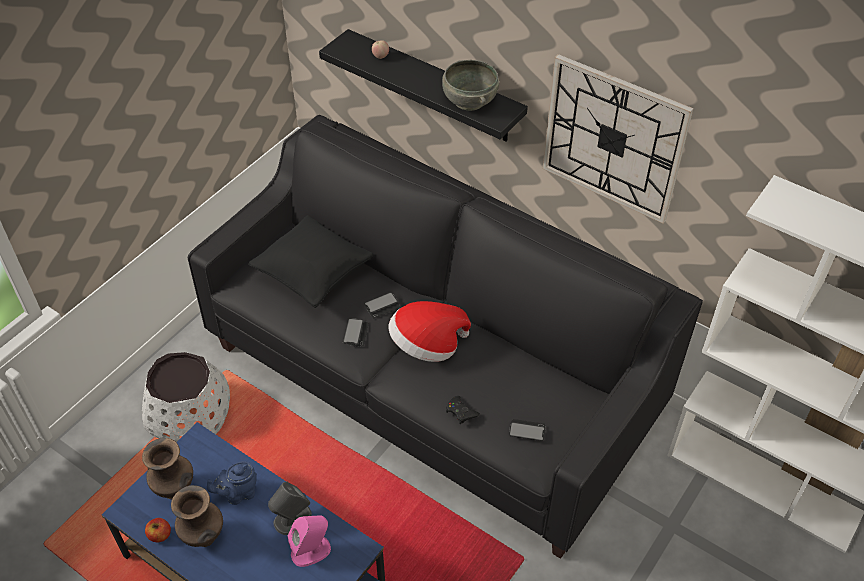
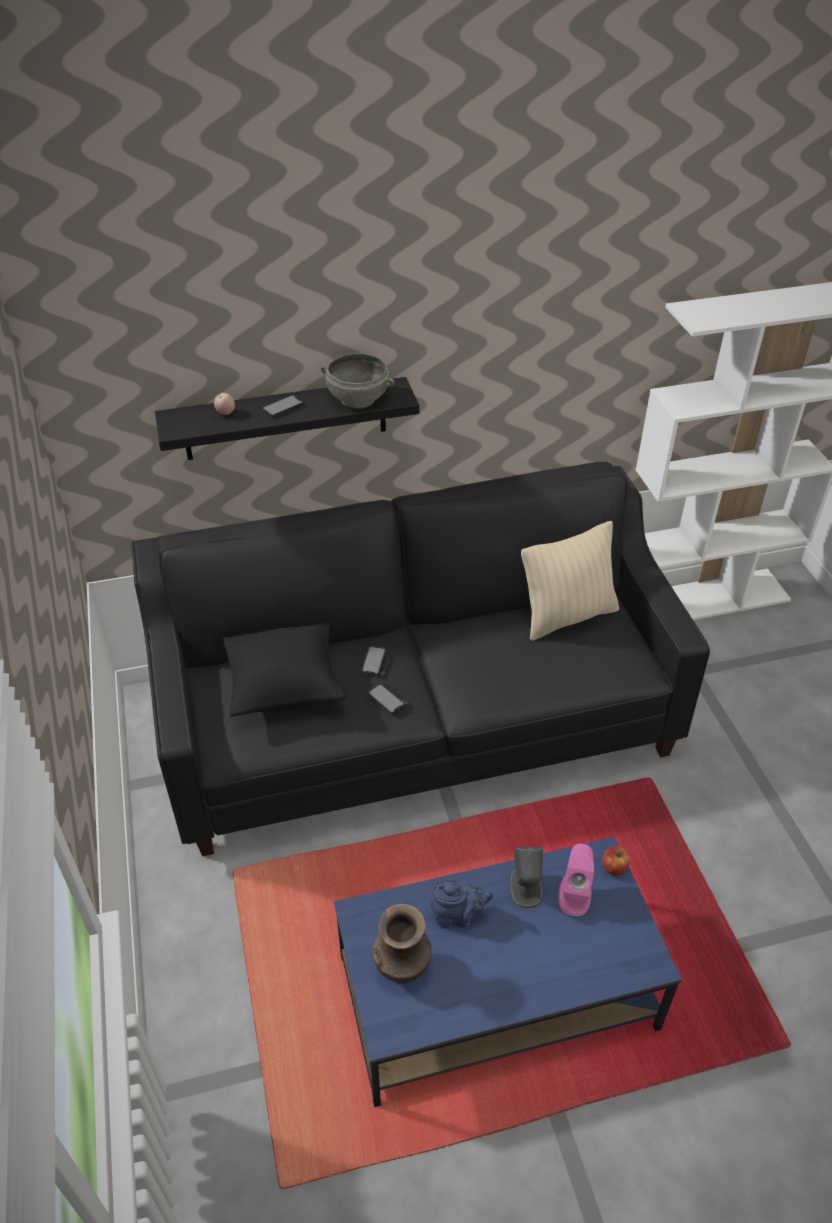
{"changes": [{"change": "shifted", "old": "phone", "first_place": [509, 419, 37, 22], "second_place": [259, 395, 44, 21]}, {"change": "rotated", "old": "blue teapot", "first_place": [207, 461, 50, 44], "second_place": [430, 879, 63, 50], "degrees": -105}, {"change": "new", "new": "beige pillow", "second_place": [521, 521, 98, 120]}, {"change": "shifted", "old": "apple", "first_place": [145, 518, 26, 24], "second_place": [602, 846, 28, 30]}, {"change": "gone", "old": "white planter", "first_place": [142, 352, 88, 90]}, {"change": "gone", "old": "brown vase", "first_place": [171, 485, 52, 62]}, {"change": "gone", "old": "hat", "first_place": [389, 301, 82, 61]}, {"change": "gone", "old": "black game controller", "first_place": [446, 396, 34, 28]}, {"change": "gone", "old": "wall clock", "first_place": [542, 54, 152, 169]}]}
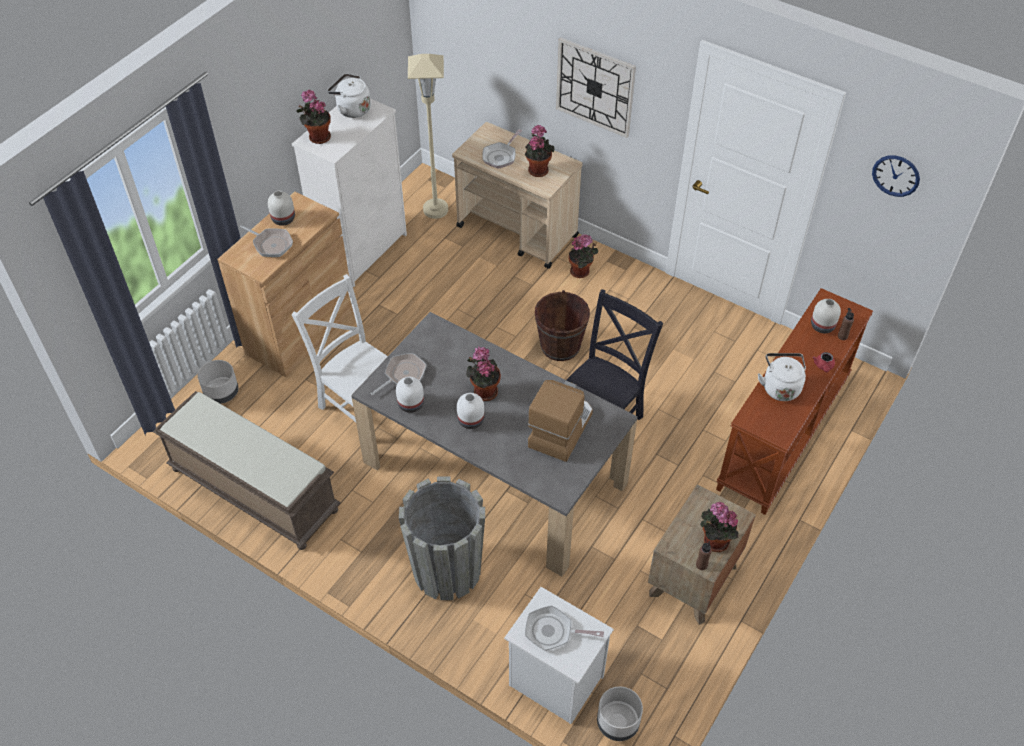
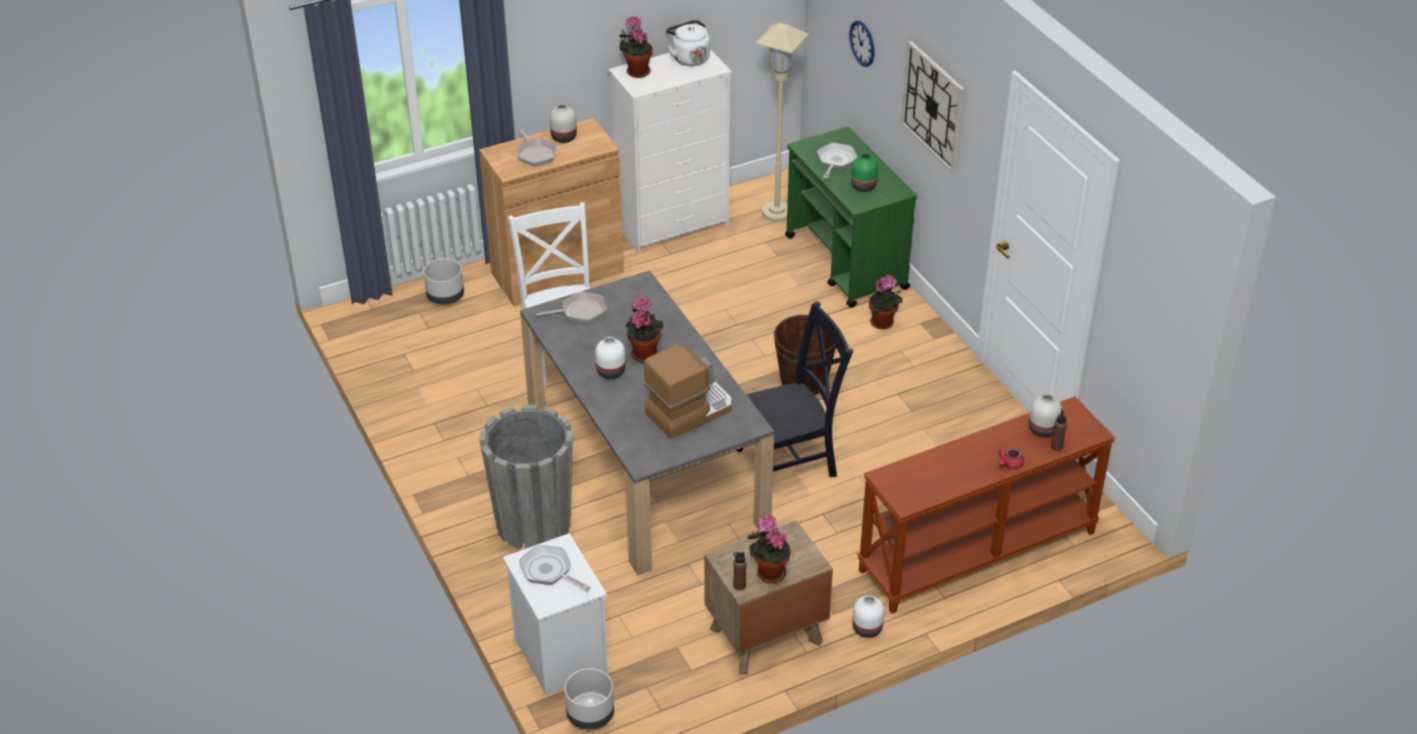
{"changes": [{"change": "repainted", "old": "beige cart", "new": "green cart", "first_place": [452, 122, 131, 147], "second_place": [785, 127, 132, 181]}, {"change": "rotated", "old": "frying pan", "first_place": [482, 129, 40, 40], "second_place": [817, 143, 40, 36], "degrees": 135}, {"change": "shifted", "old": "wall clock", "first_place": [872, 155, 48, 42], "second_place": [849, 21, 25, 46]}, {"change": "swapped", "old": "potted plant", "new": "green vase", "first_place": [525, 125, 30, 52], "second_place": [851, 153, 27, 39]}, {"change": "shifted", "old": "white vase", "first_place": [396, 377, 28, 36], "second_place": [852, 596, 33, 42]}, {"change": "gone", "old": "brown bench", "first_place": [153, 391, 188, 159]}, {"change": "gone", "old": "white kettle", "first_place": [758, 353, 48, 48]}]}
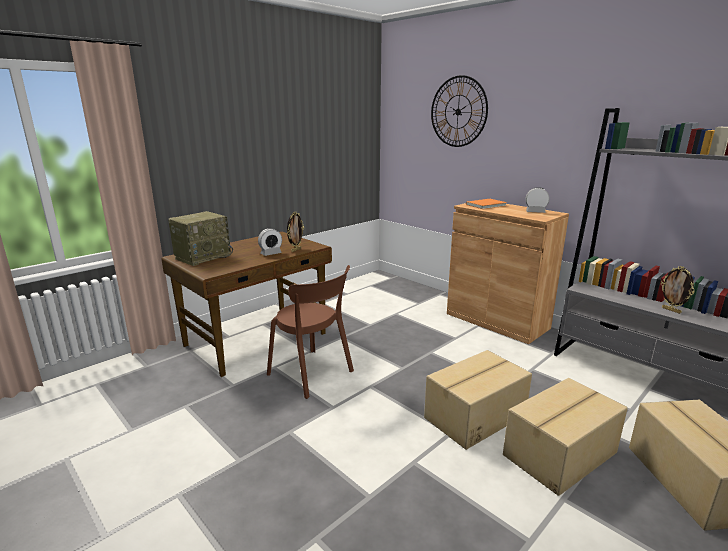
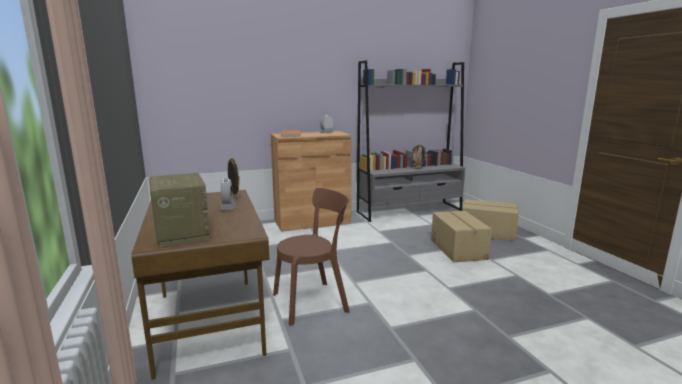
{"changes": [{"change": "gone", "old": "cardboard box", "first_place": [424, 350, 108, 100]}, {"change": "gone", "old": "wall clock", "first_place": [431, 75, 57, 72]}]}
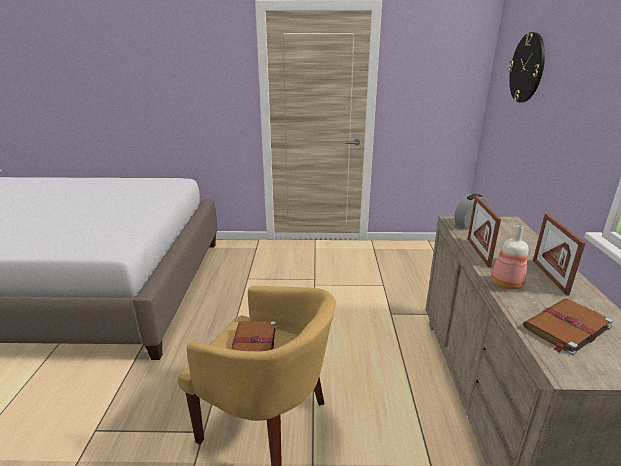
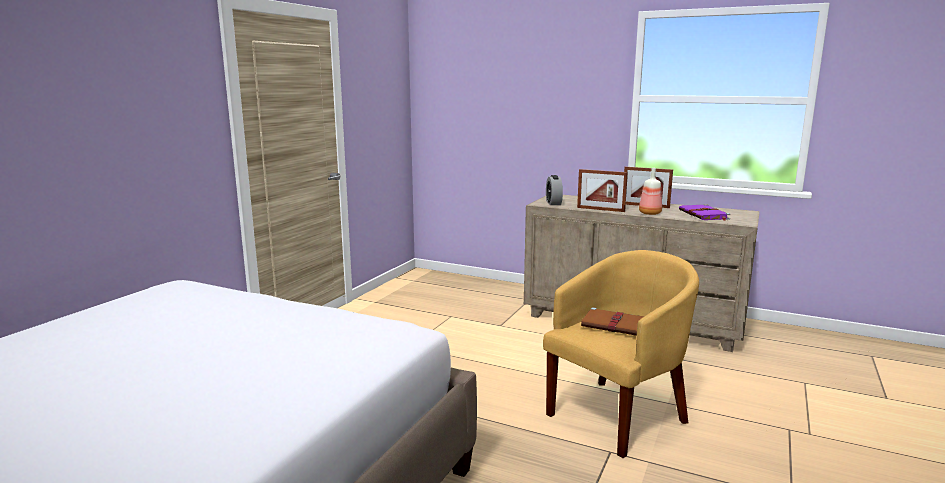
{"changes": [{"change": "repainted", "old": "brown book", "new": "purple book", "first_place": [523, 299, 91, 56], "second_place": [679, 204, 51, 17]}, {"change": "gone", "old": "wall clock", "first_place": [508, 32, 37, 70]}]}
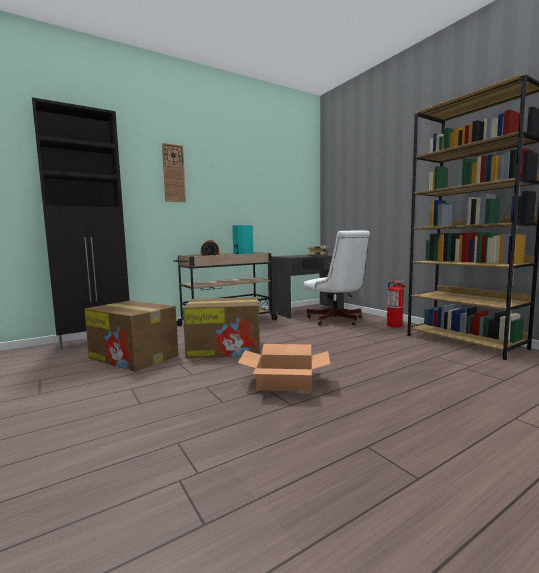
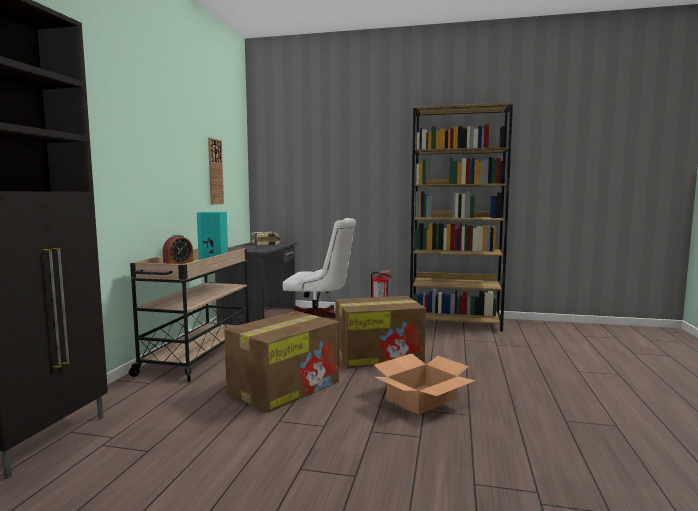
{"changes": [{"change": "shifted", "old": "wall clock", "first_place": [162, 143, 24, 59], "second_place": [208, 138, 16, 67]}, {"change": "shifted", "old": "cardboard box", "first_place": [84, 301, 94, 71], "second_place": [335, 296, 91, 72]}]}
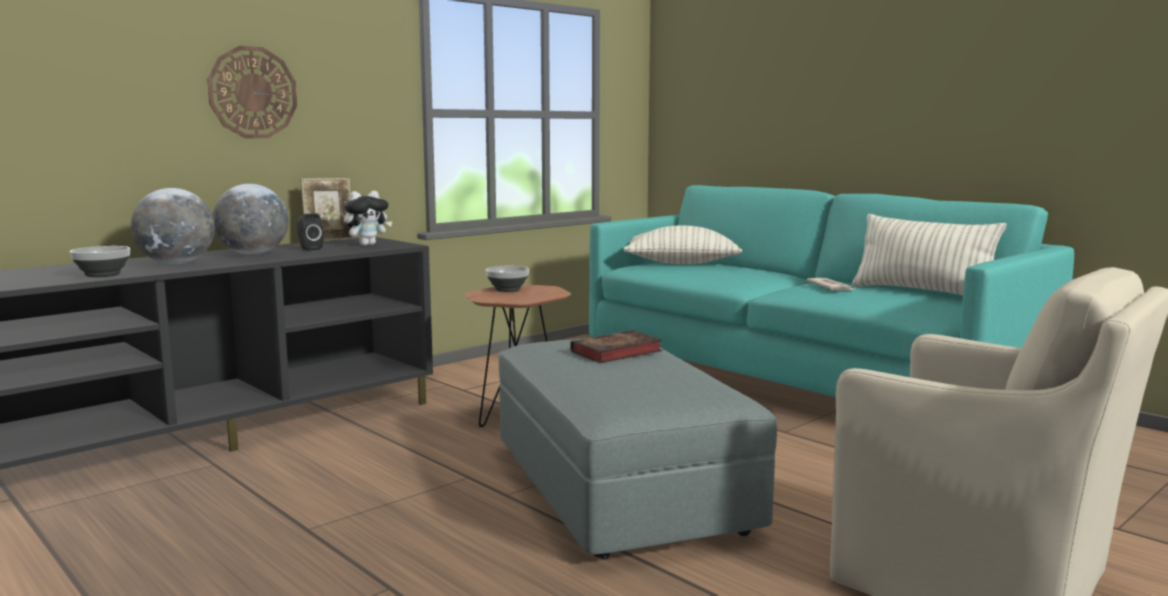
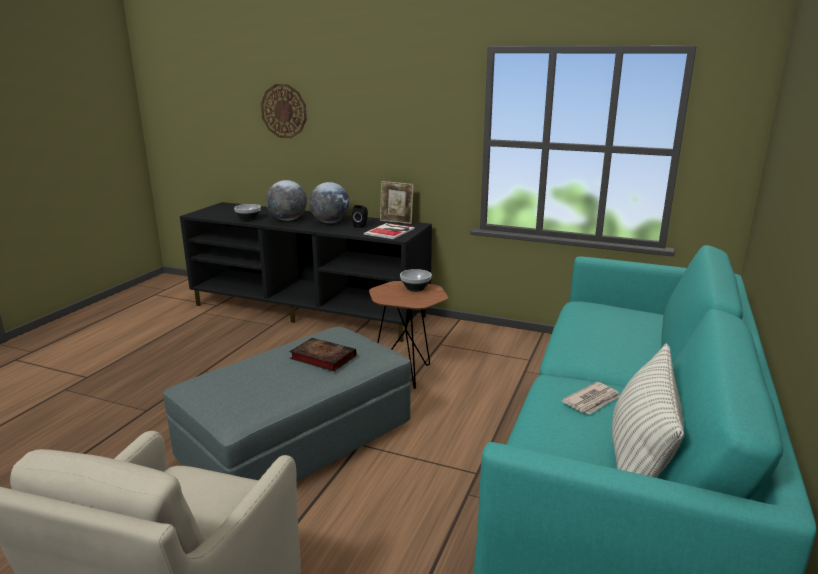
{"changes": [{"change": "shifted", "old": "wall clock", "first_place": [207, 46, 90, 92], "second_place": [261, 84, 46, 54]}, {"change": "swapped", "old": "plush toy", "new": "book", "first_place": [344, 191, 48, 55], "second_place": [363, 223, 52, 16]}, {"change": "gone", "old": "pillow", "first_place": [623, 225, 119, 39]}]}
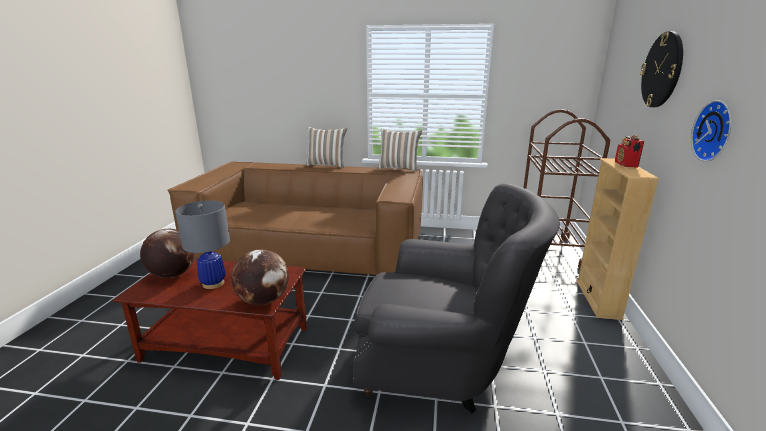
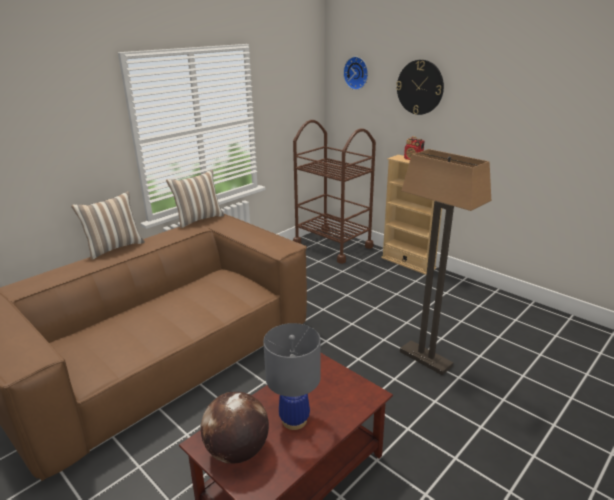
{"changes": [{"change": "shifted", "old": "wall clock", "first_place": [691, 100, 41, 62], "second_place": [343, 56, 25, 34]}, {"change": "swapped", "old": "grey armchair", "new": "floor lamp", "first_place": [353, 184, 207, 230], "second_place": [400, 149, 91, 226]}, {"change": "gone", "old": "globe", "first_place": [232, 249, 57, 56]}]}
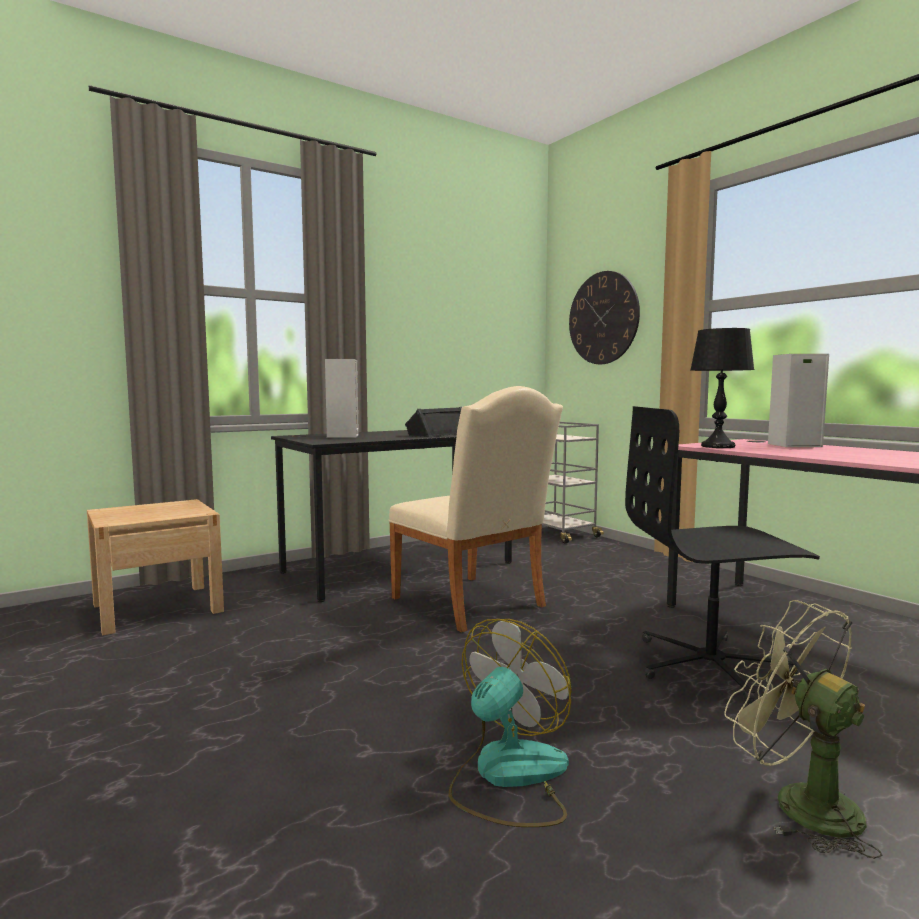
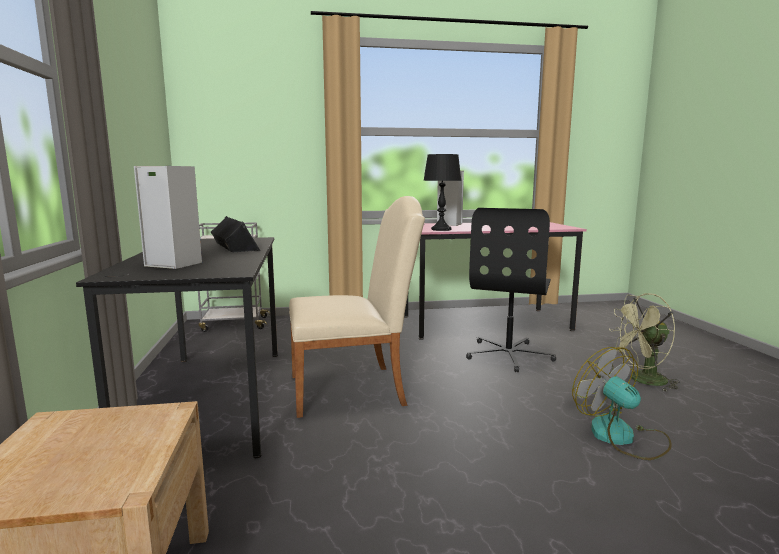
{"changes": [{"change": "gone", "old": "wall clock", "first_place": [569, 271, 71, 93]}]}
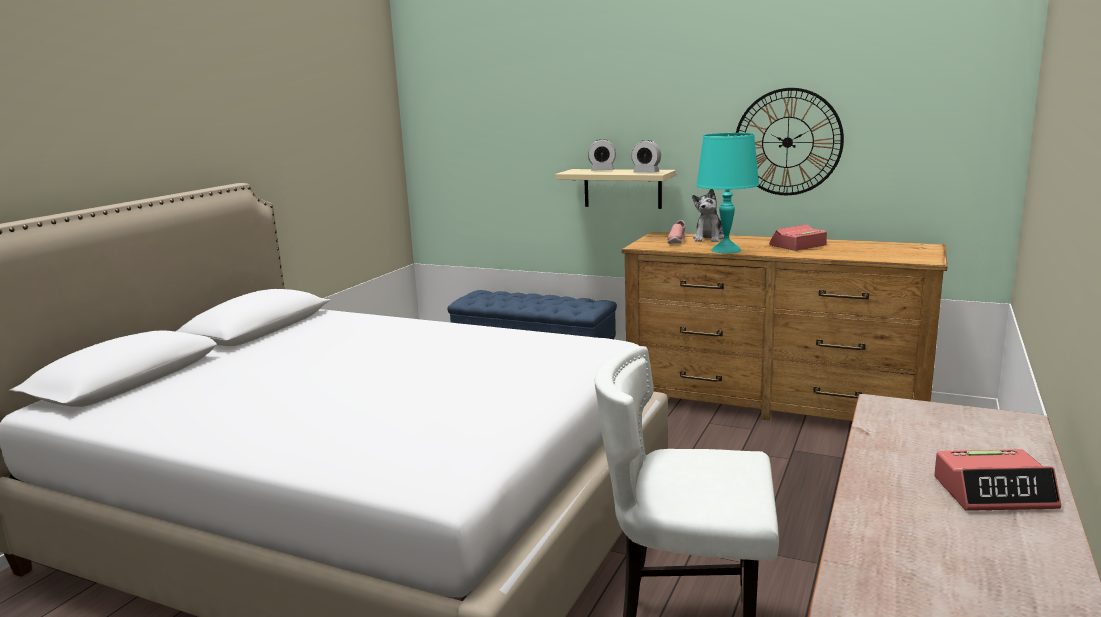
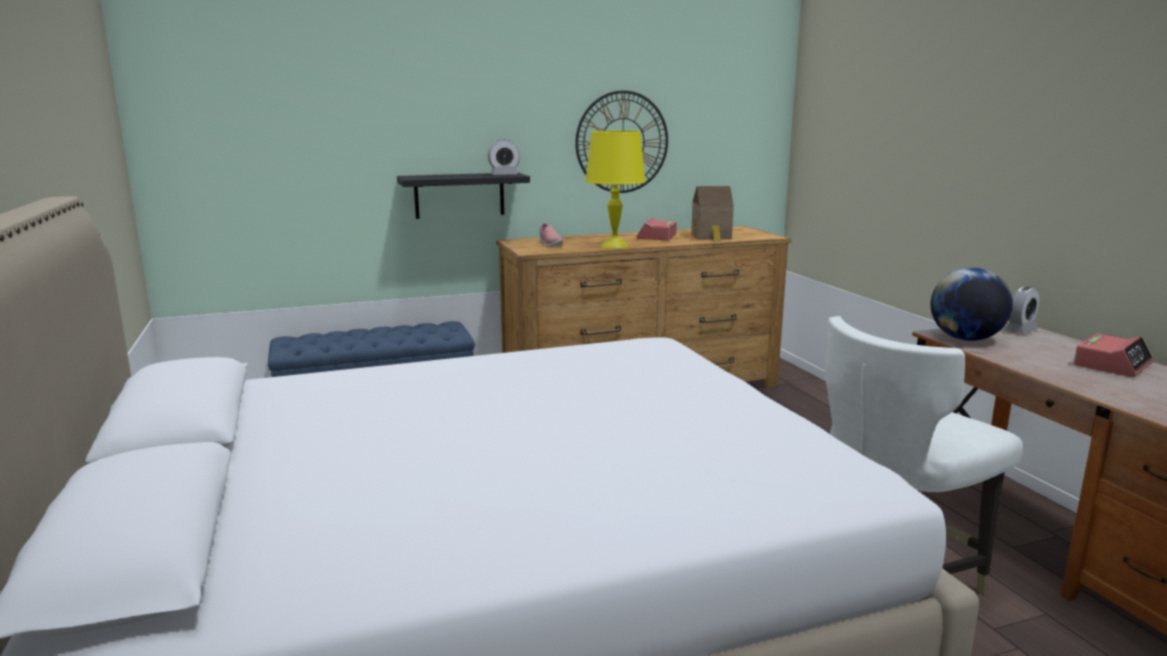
{"changes": [{"change": "repainted", "old": "beige shelf", "new": "black shelf", "first_place": [555, 169, 121, 40], "second_place": [397, 172, 133, 47]}, {"change": "repainted", "old": "turquoise table lamp", "new": "yellow table lamp", "first_place": [696, 133, 63, 120], "second_place": [585, 131, 61, 118]}, {"change": "new", "new": "toy house", "second_place": [691, 186, 43, 56]}, {"change": "new", "new": "globe", "second_place": [930, 267, 83, 74]}, {"change": "shifted", "old": "alarm clock", "first_place": [588, 139, 28, 32], "second_place": [1004, 287, 35, 47]}, {"change": "gone", "old": "plush toy", "first_place": [692, 189, 32, 53]}]}
